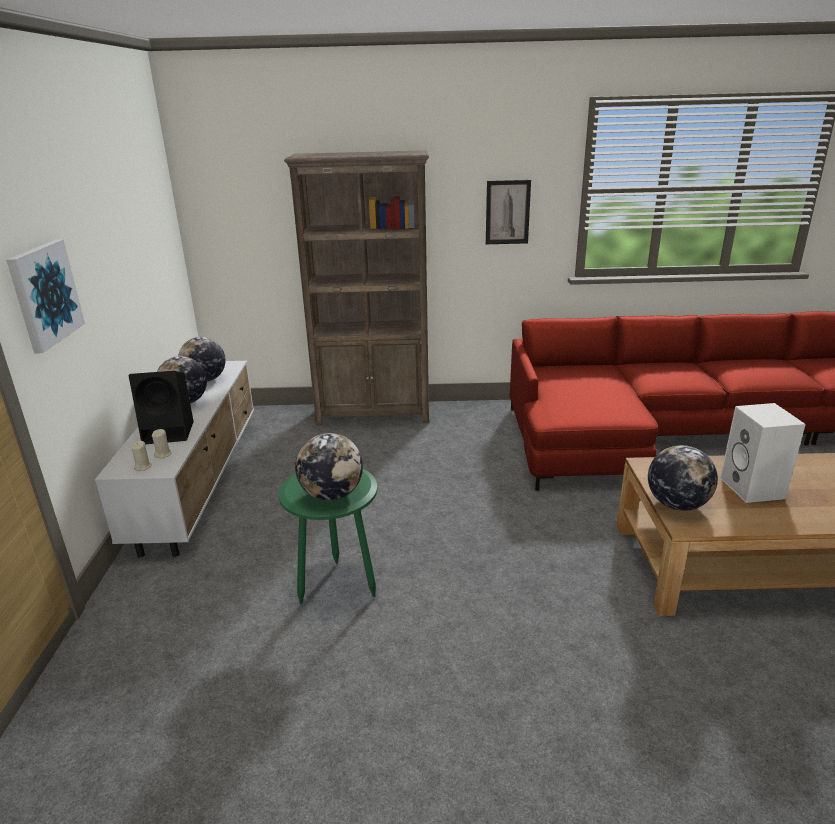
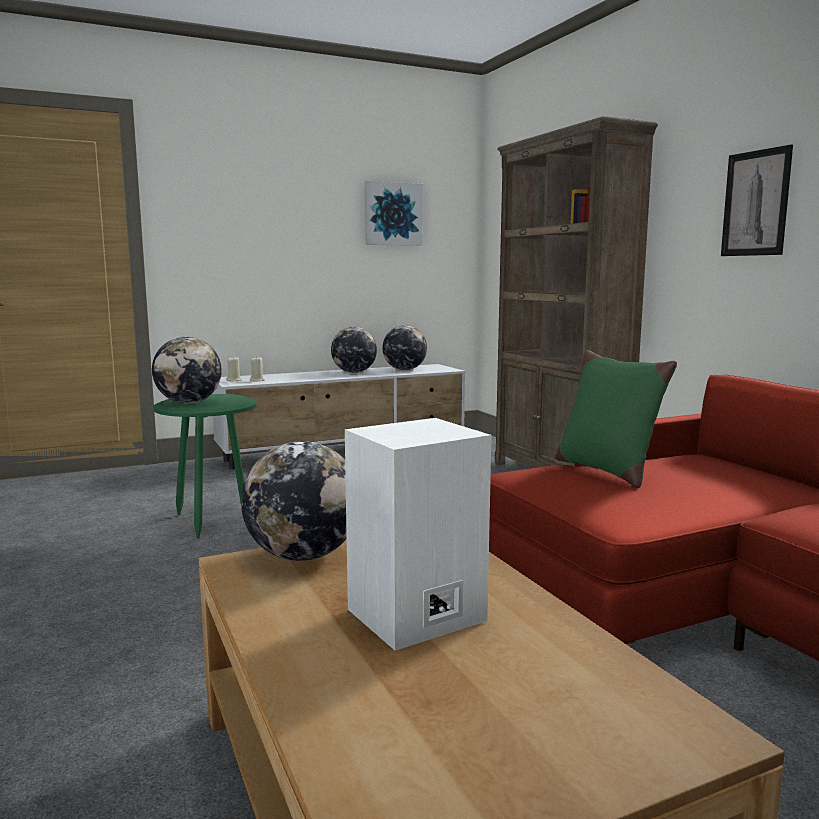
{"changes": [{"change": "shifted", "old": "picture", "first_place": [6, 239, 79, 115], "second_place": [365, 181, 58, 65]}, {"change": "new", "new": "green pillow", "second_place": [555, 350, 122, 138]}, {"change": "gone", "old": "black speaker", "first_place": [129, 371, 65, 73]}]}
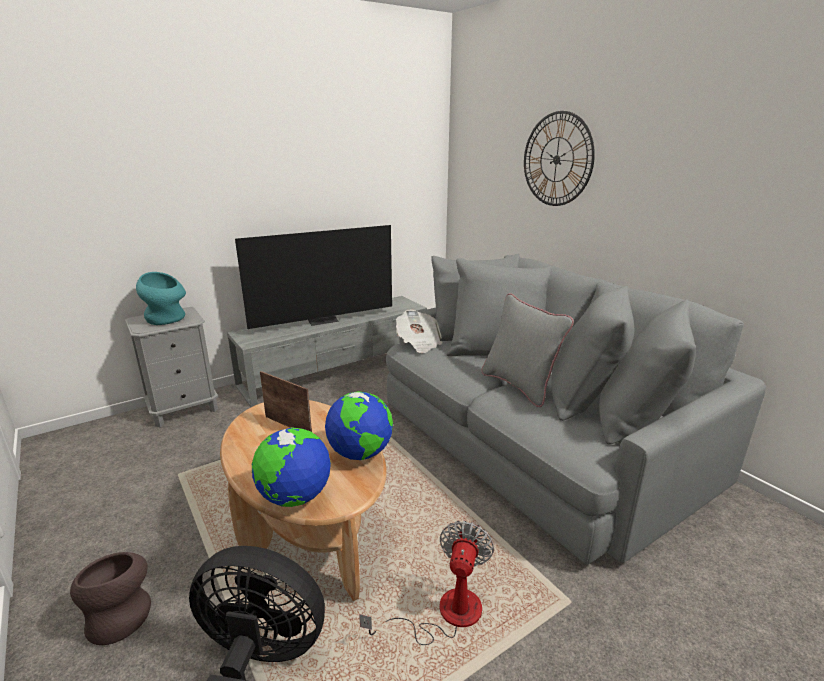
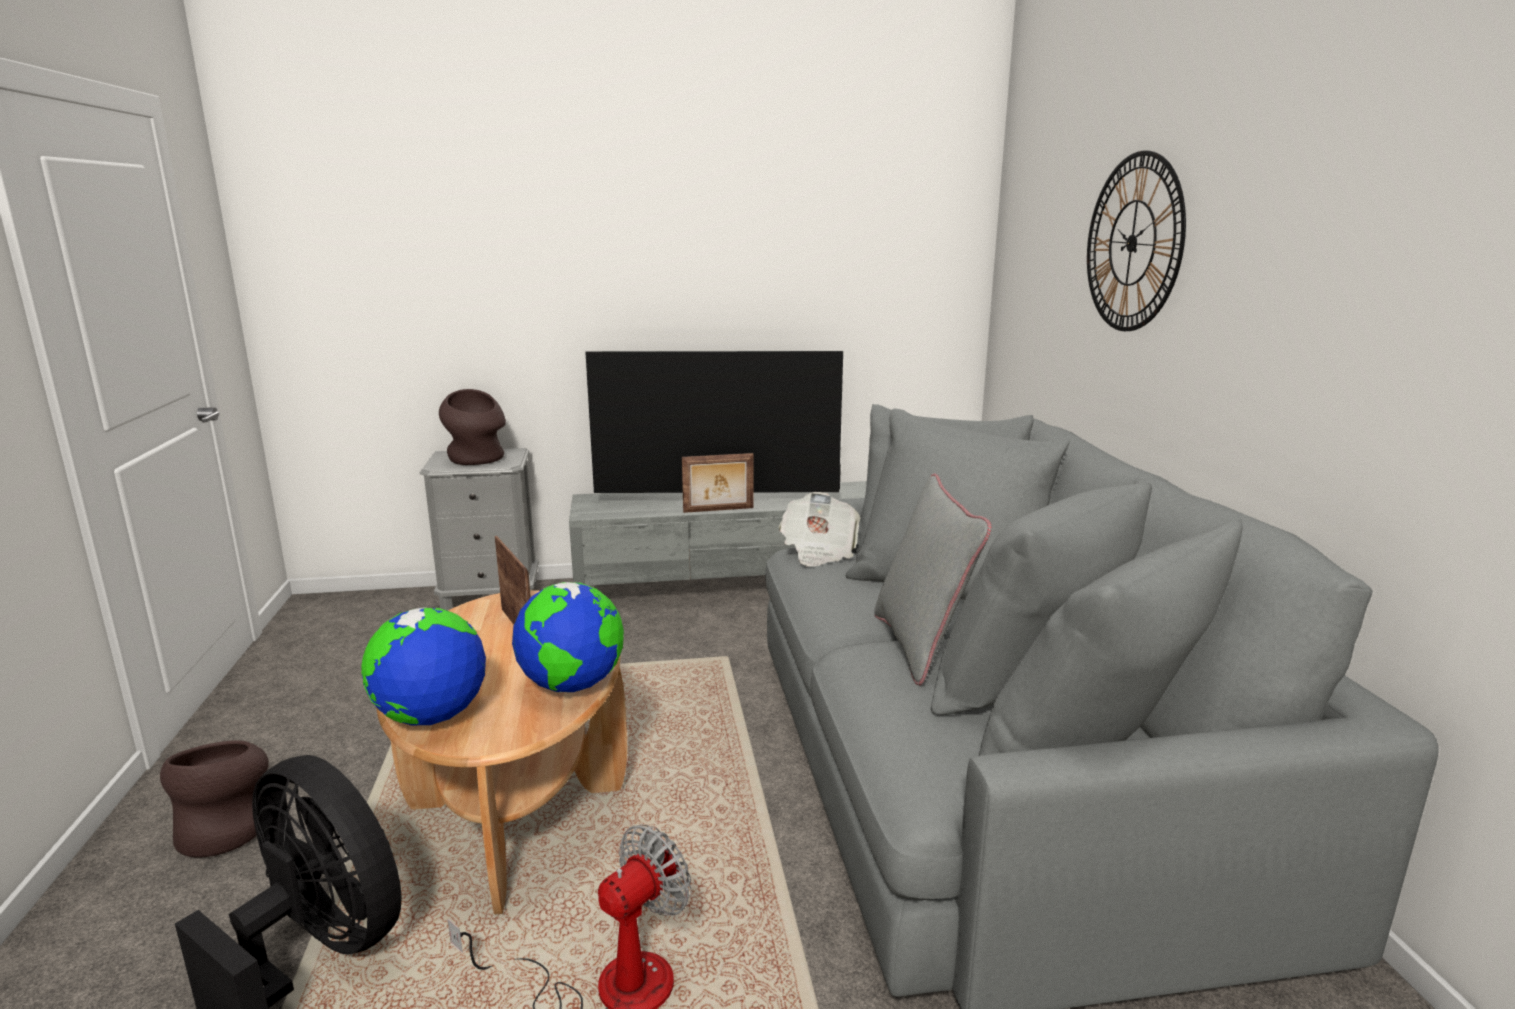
{"changes": [{"change": "repainted", "old": "turquoise vase", "new": "brown vase", "first_place": [136, 272, 50, 53], "second_place": [439, 389, 67, 76]}, {"change": "new", "new": "picture frame", "second_place": [682, 453, 72, 60]}]}
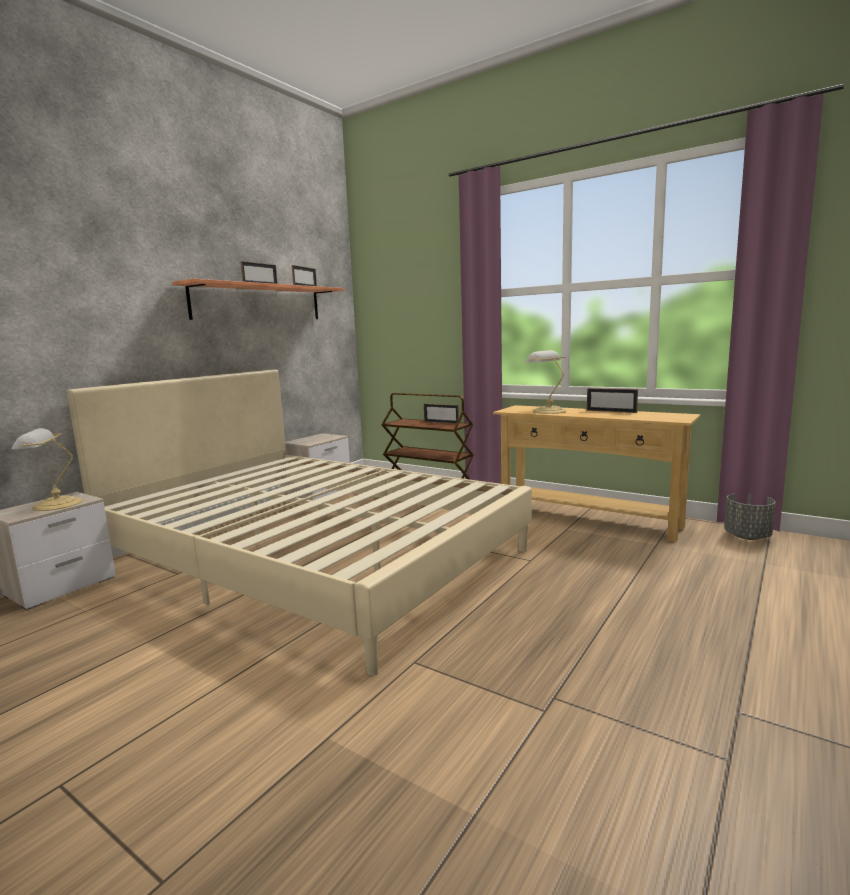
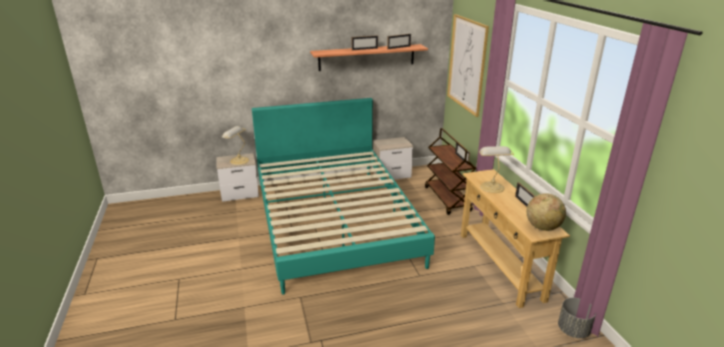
{"changes": [{"change": "repainted", "old": "beige bed", "new": "turquoise bed", "first_place": [67, 369, 465, 307], "second_place": [252, 98, 183, 196]}, {"change": "new", "new": "picture", "second_place": [447, 14, 42, 103]}, {"change": "new", "new": "globe", "second_place": [526, 193, 40, 38]}]}
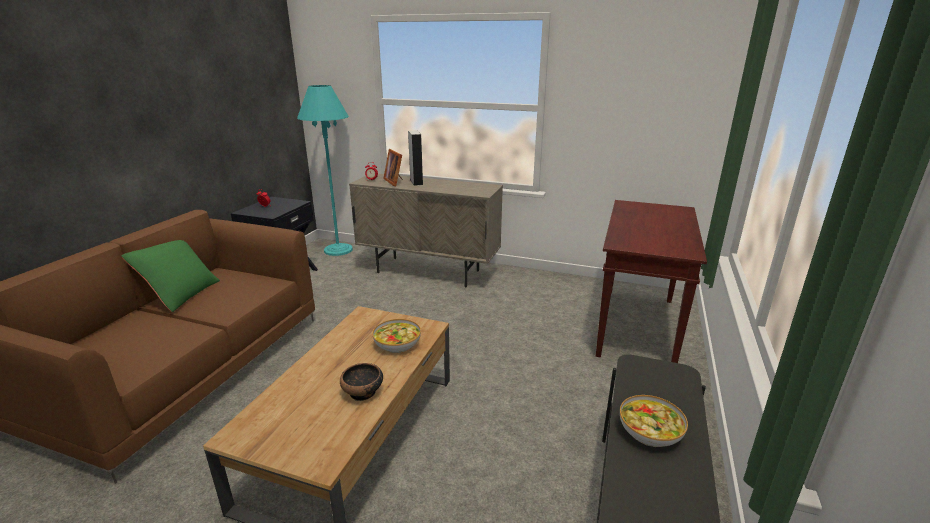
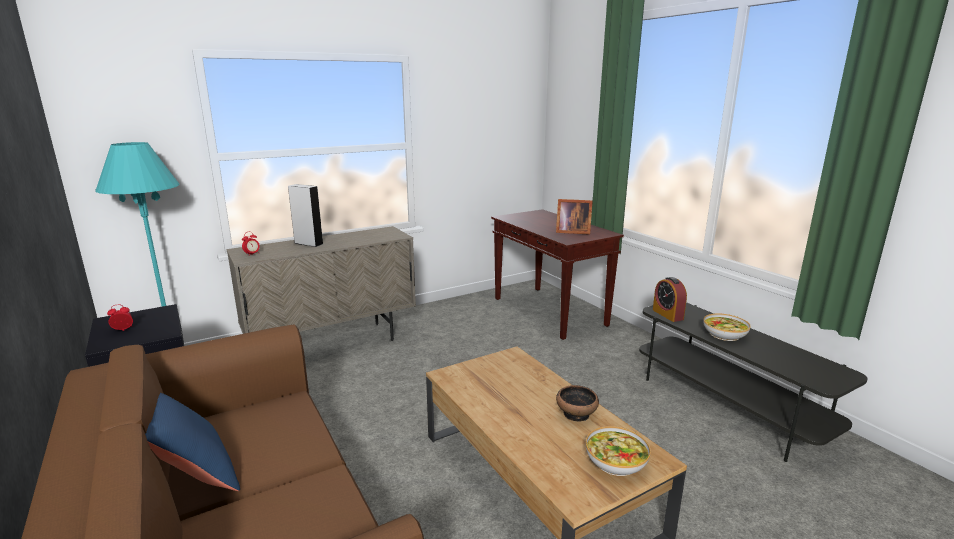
{"changes": [{"change": "repainted", "old": "green pillow", "new": "blue pillow", "first_place": [122, 240, 98, 72], "second_place": [145, 393, 95, 98]}, {"change": "shifted", "old": "picture frame", "first_place": [383, 149, 20, 37], "second_place": [556, 199, 37, 36]}, {"change": "shifted", "old": "bowl", "first_place": [372, 319, 49, 34], "second_place": [586, 426, 65, 50]}, {"change": "new", "new": "alarm clock", "second_place": [653, 277, 34, 45]}]}
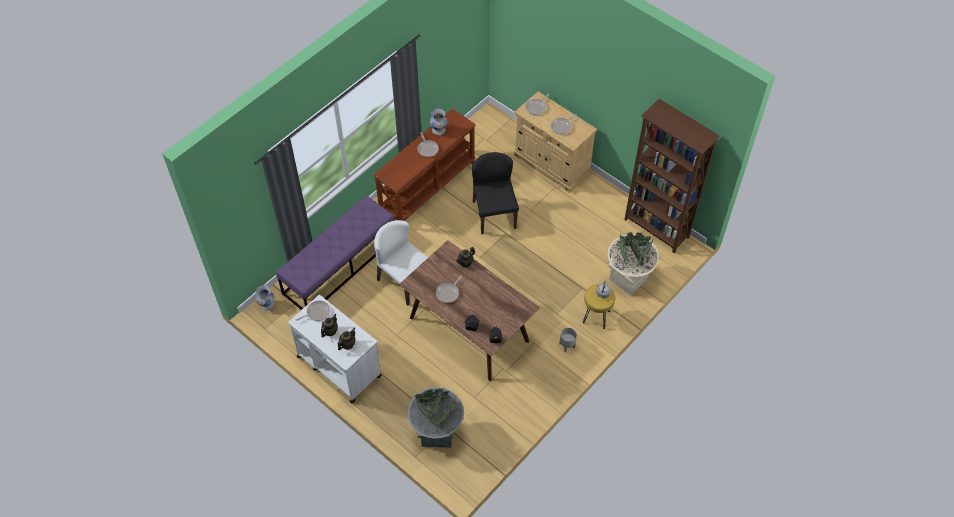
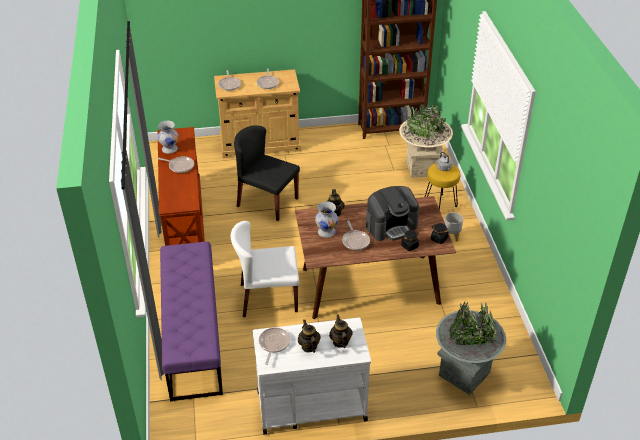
{"changes": [{"change": "shifted", "old": "white vase", "first_place": [256, 285, 18, 26], "second_place": [315, 202, 23, 36]}, {"change": "new", "new": "coffee machine", "second_place": [366, 186, 53, 55]}]}
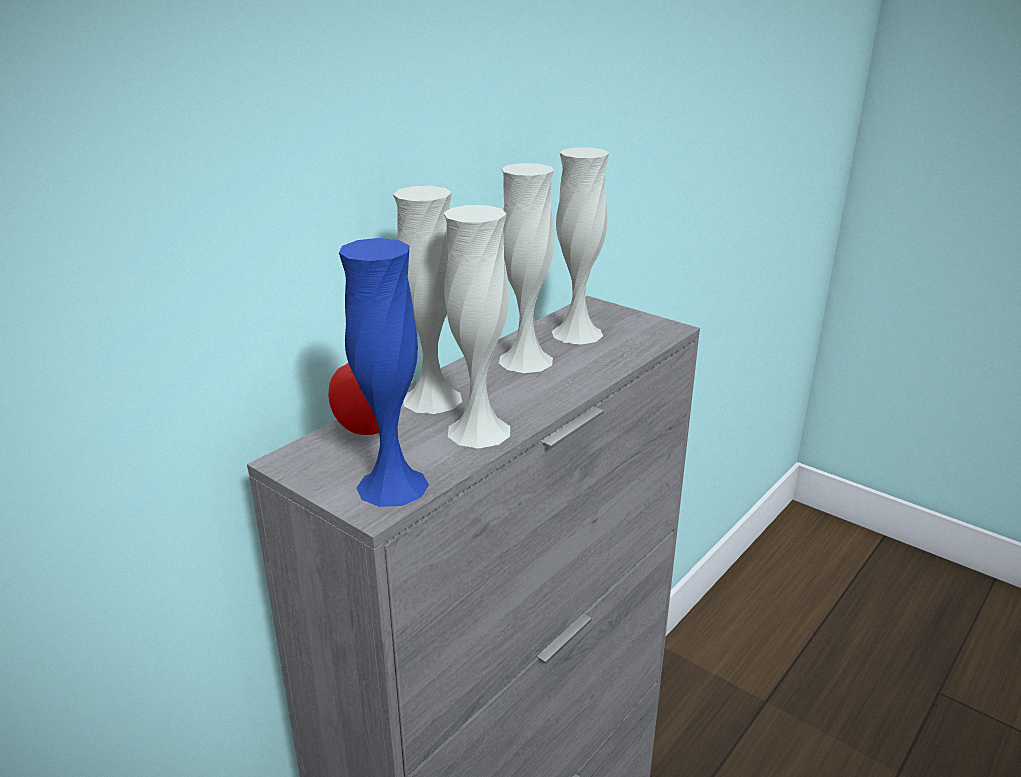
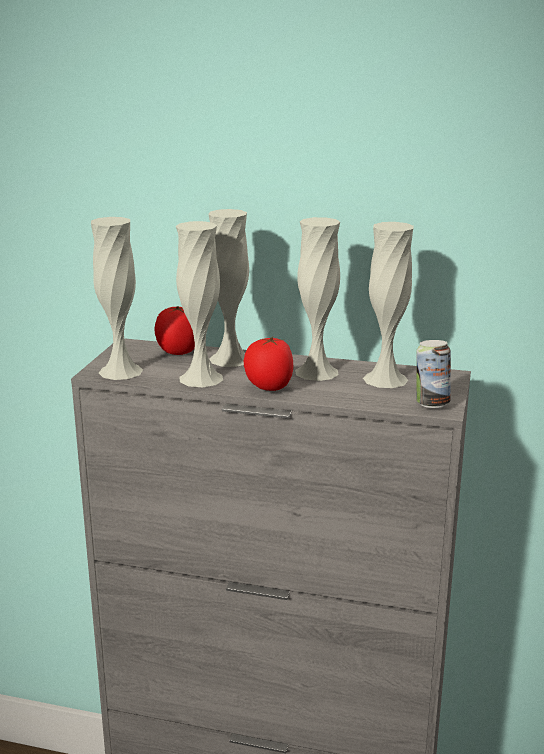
{"changes": [{"change": "repainted", "old": "blue vase", "new": "white vase", "first_place": [339, 238, 90, 269], "second_place": [91, 217, 52, 163]}, {"change": "new", "new": "tomato", "second_place": [244, 337, 49, 54]}, {"change": "new", "new": "can", "second_place": [416, 340, 35, 68]}]}
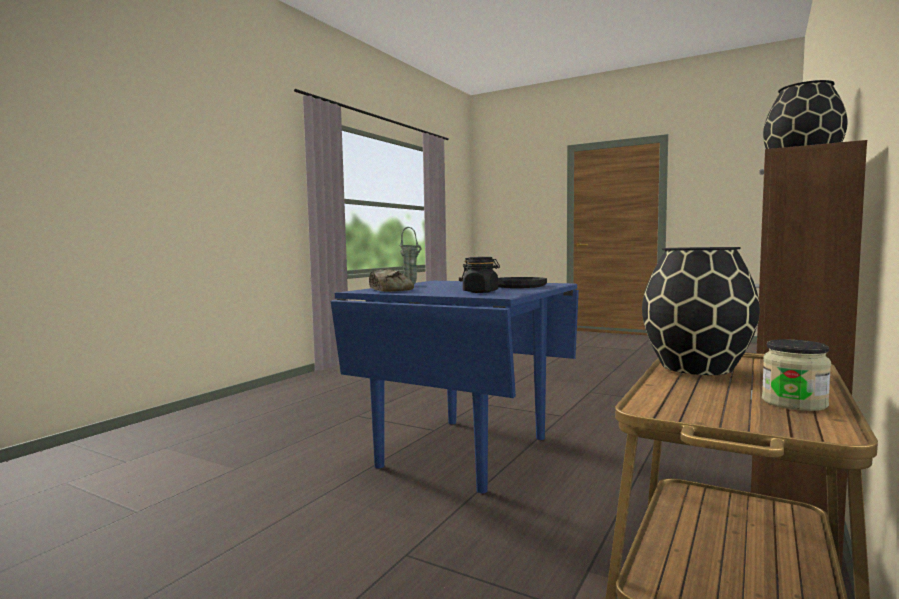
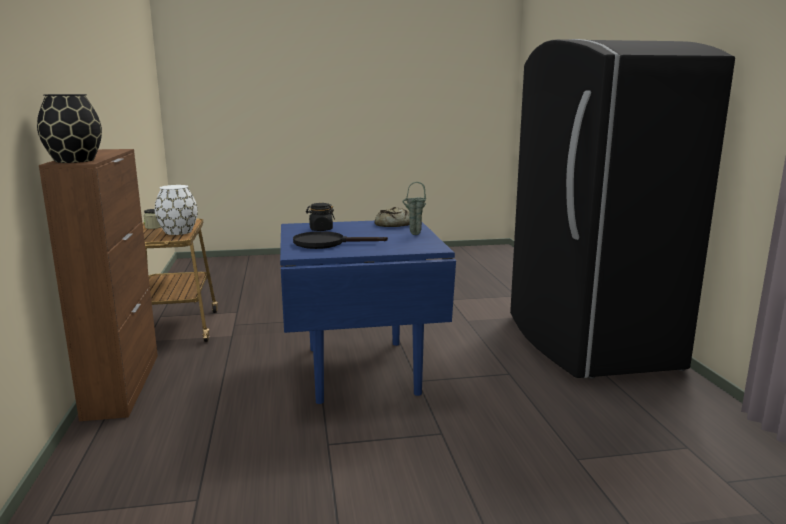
{"changes": [{"change": "repainted", "old": "black vase", "new": "white vase", "first_place": [642, 247, 118, 128], "second_place": [155, 185, 43, 50]}, {"change": "new", "new": "black fridge", "second_place": [510, 39, 225, 340]}]}
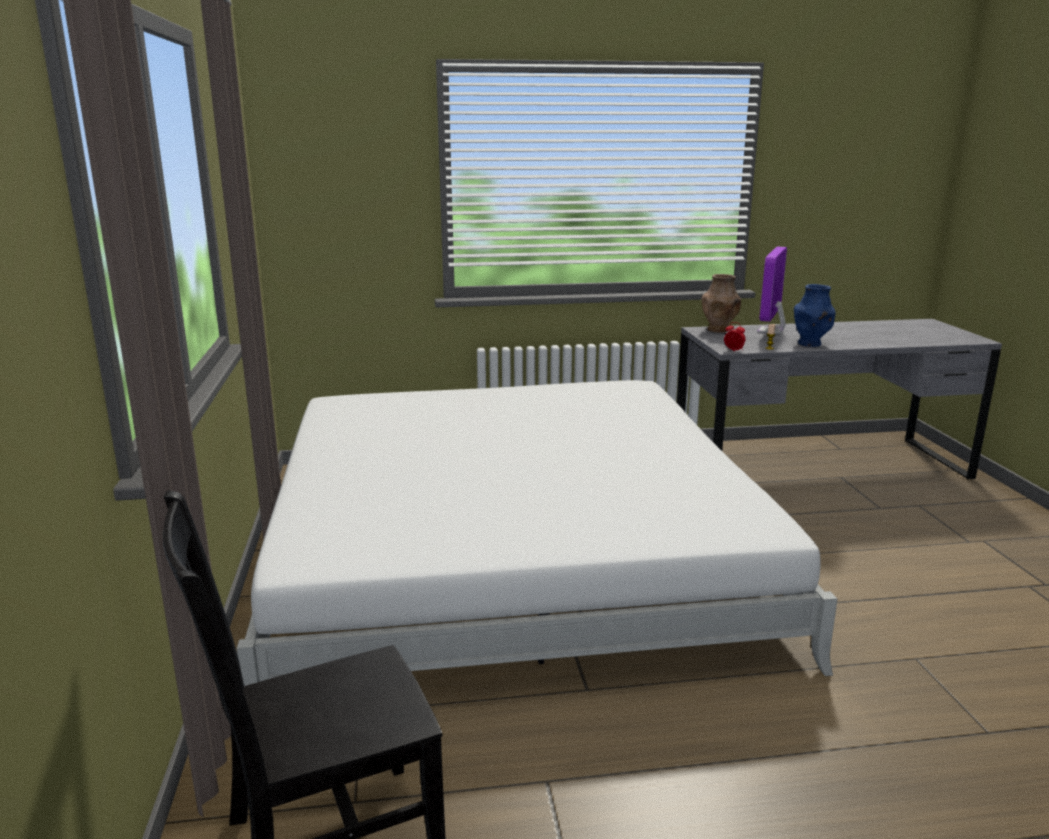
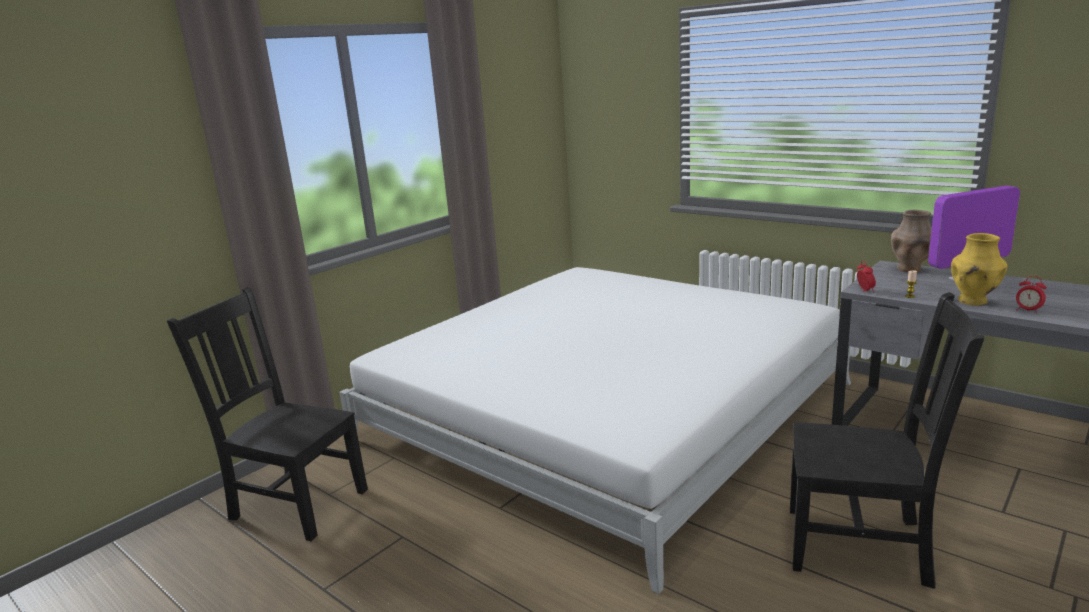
{"changes": [{"change": "new", "new": "black chair", "second_place": [790, 292, 195, 297]}, {"change": "repainted", "old": "blue vase", "new": "yellow vase", "first_place": [794, 284, 42, 63], "second_place": [951, 233, 57, 73]}, {"change": "new", "new": "alarm clock", "second_place": [1016, 276, 30, 38]}]}
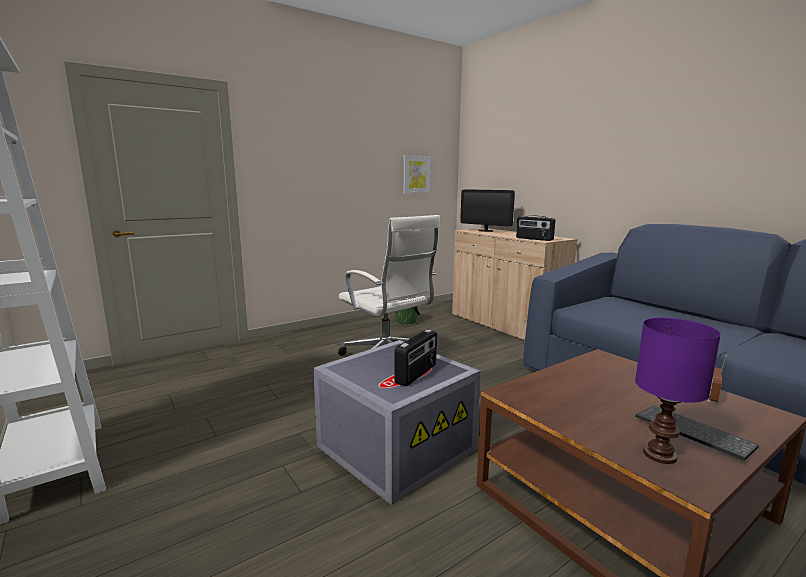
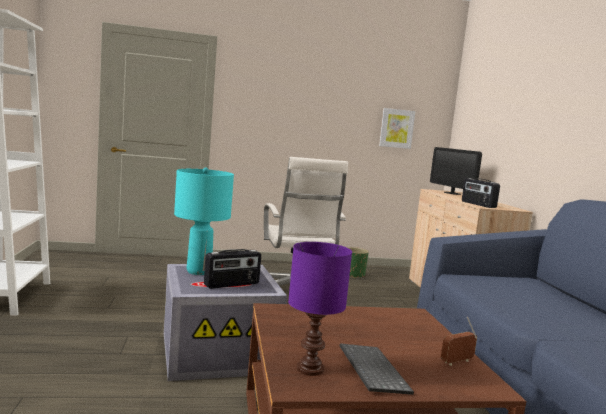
{"changes": [{"change": "new", "new": "turquoise table lamp", "second_place": [174, 167, 60, 108]}]}
